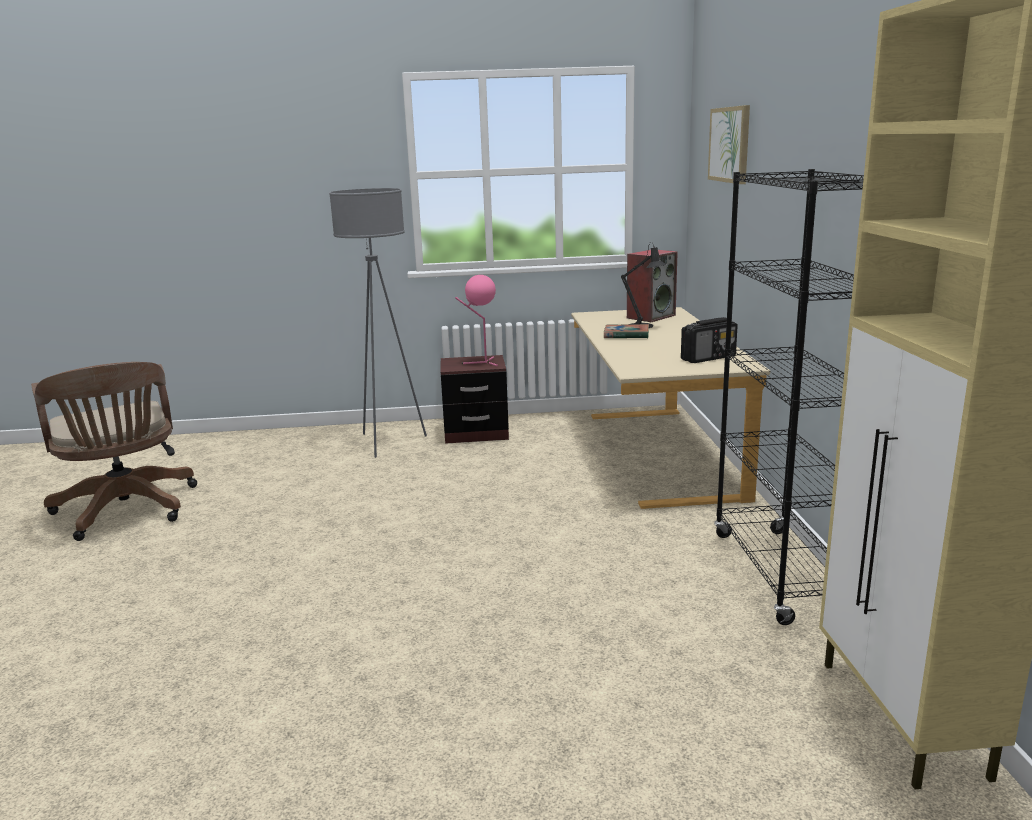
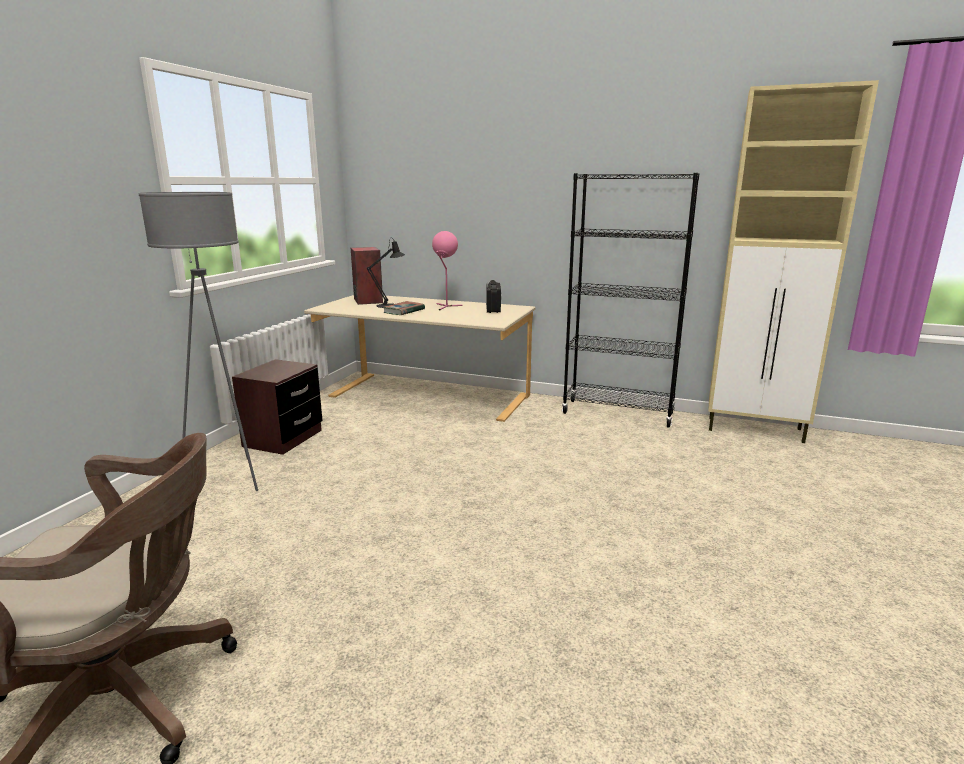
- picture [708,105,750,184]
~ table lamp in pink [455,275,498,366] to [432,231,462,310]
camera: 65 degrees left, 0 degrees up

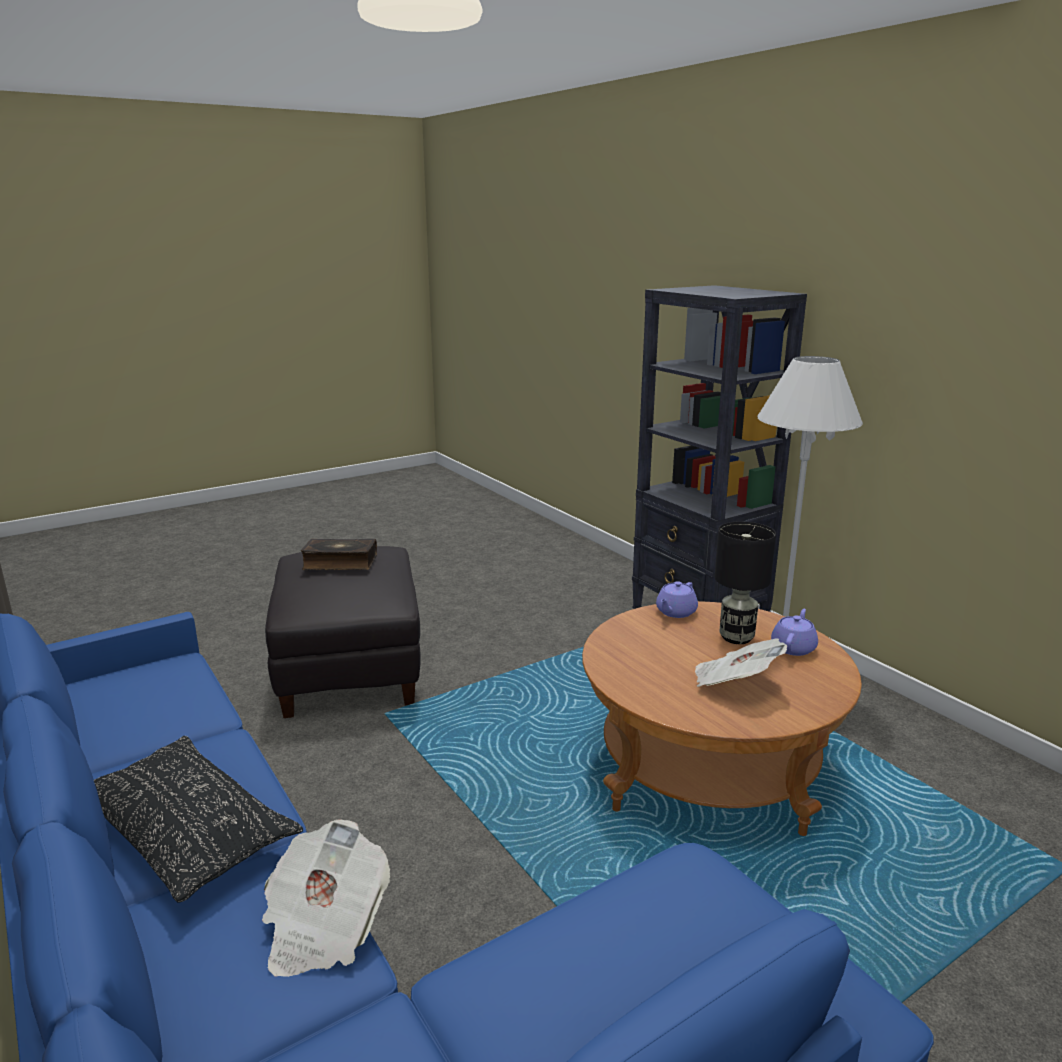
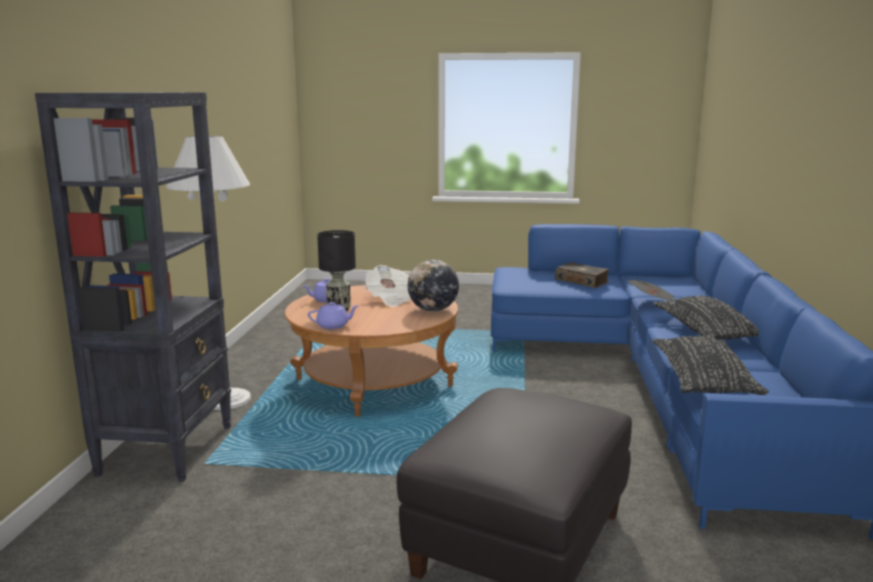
+ globe [408,260,459,312]
+ pillow in black [653,336,769,395]
~ book [301,539,377,570] to [555,262,609,288]
camera: 140 degrees left, 5 degrees down

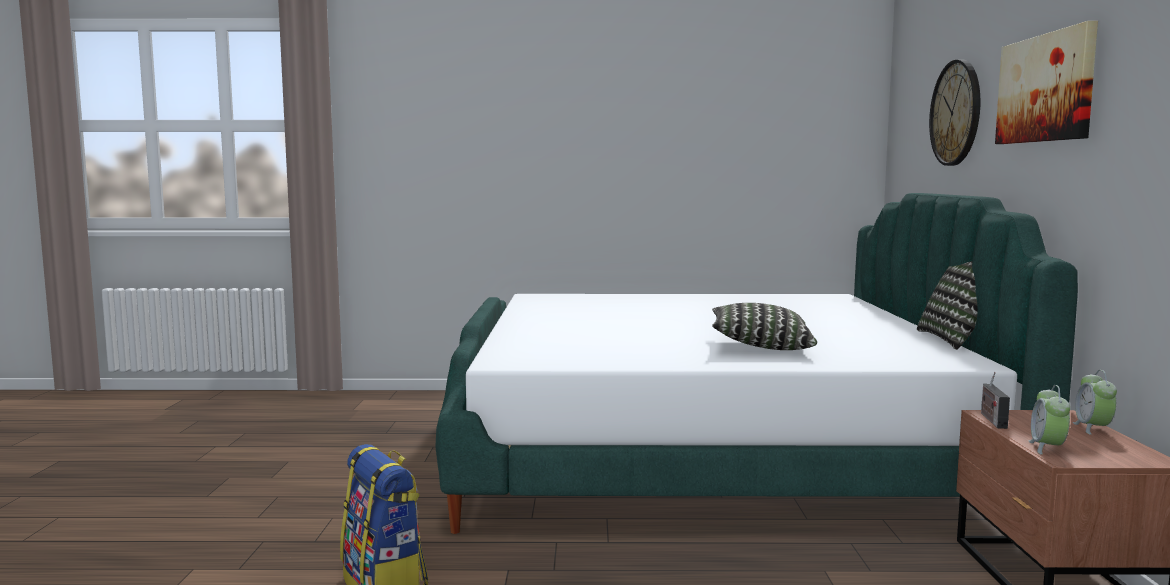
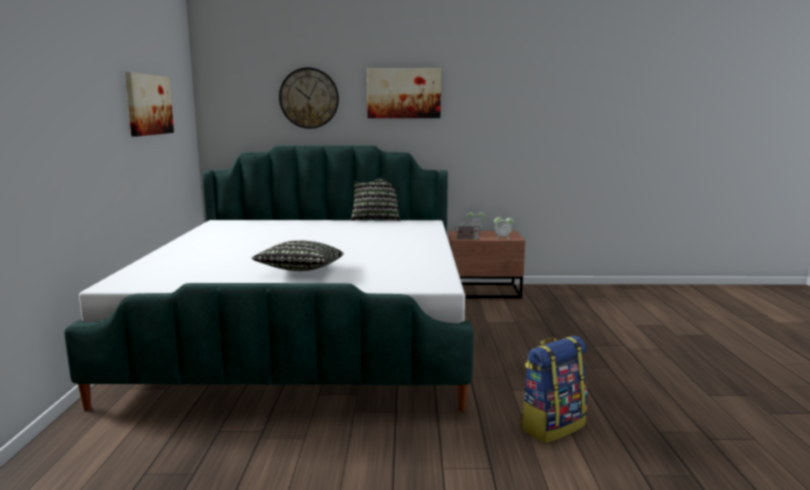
+ picture [125,72,174,137]
~ pillow [712,303,817,350] to [252,240,344,271]
camera: 90 degrees left, 5 degrees up

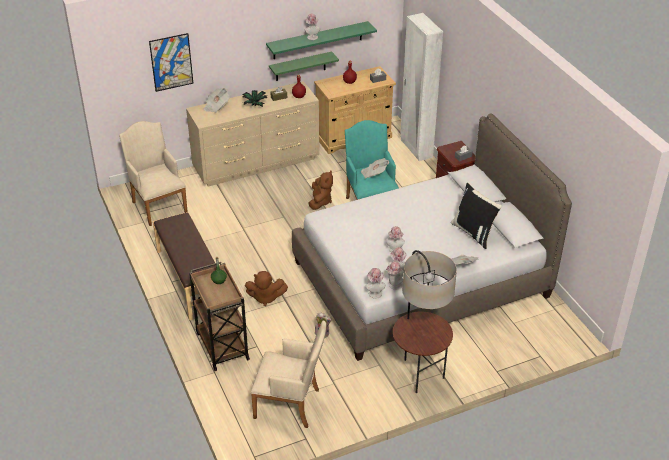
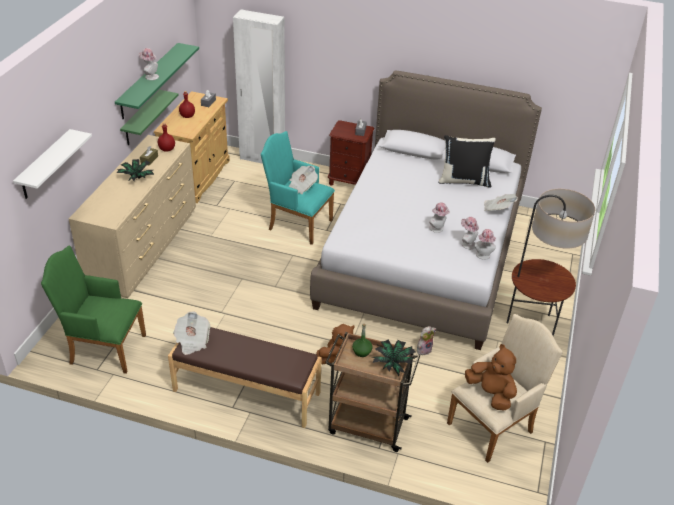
- hat [366,268,385,299]
+ potted plant [370,340,416,376]
~ newspaper [203,88,230,113] to [173,311,210,355]
~ plush toy in brown [308,171,333,210] to [465,344,517,411]
~ picture [149,33,194,92] to shelf in white [13,129,92,199]
~ armchair in beige [119,121,188,226] to armchair in green [41,246,146,374]
camera: 50 degrees left, 0 degrees up

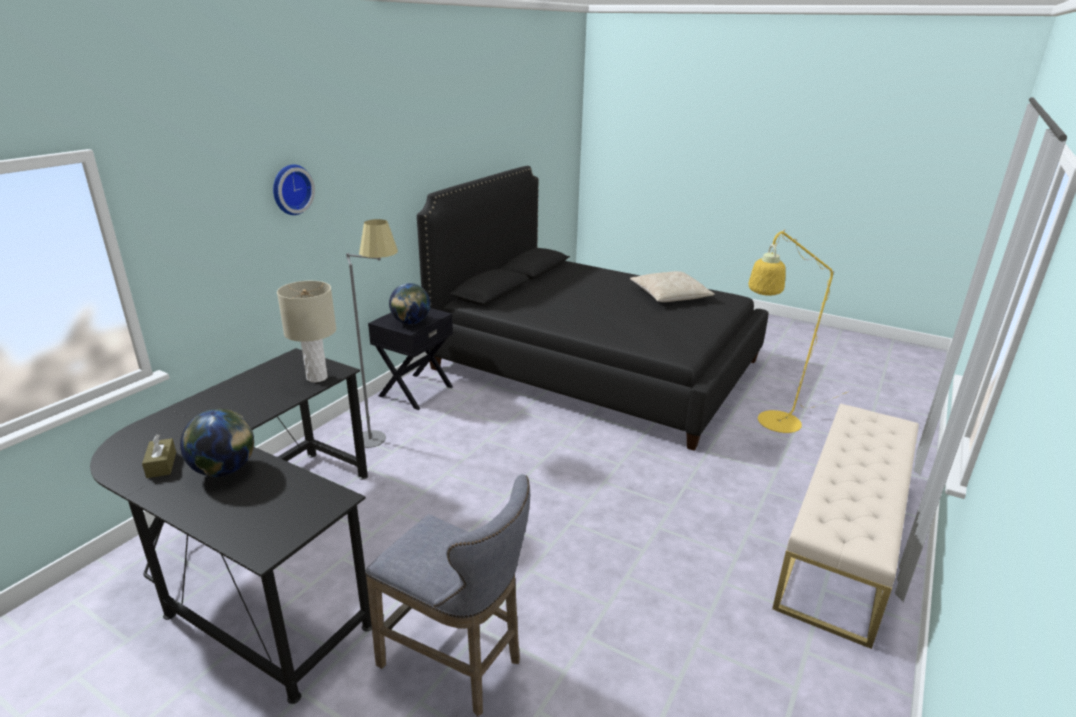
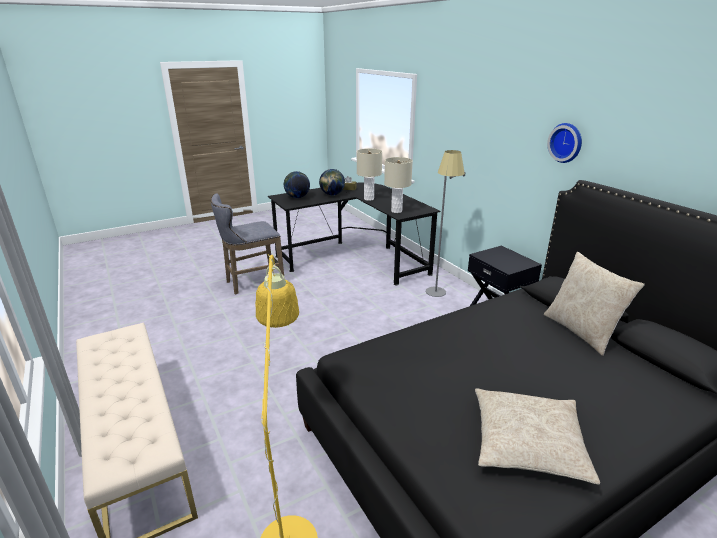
+ table lamp in beige [357,148,382,201]
+ pillow in beige [544,252,645,356]
~ wall clock [273,165,315,215] to [547,123,582,163]
~ globe [389,283,431,325] to [284,171,310,198]
camera: 120 degrees right, 0 degrees up

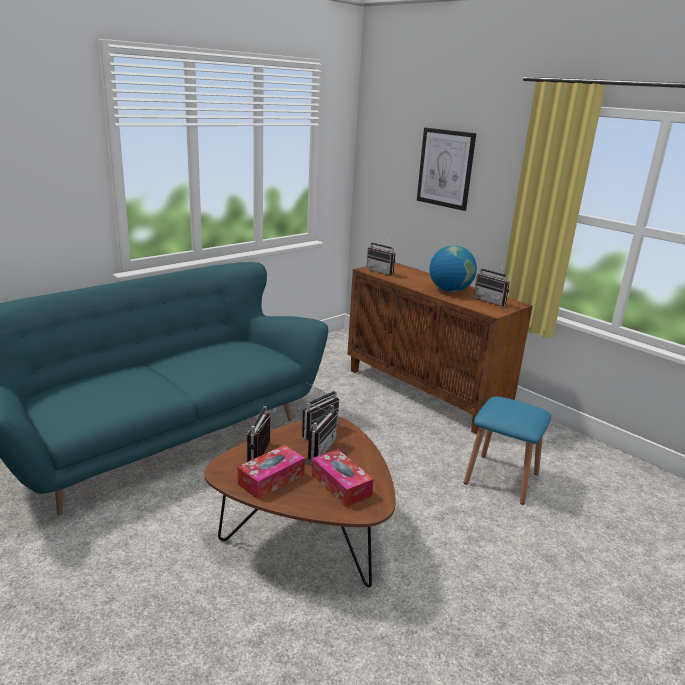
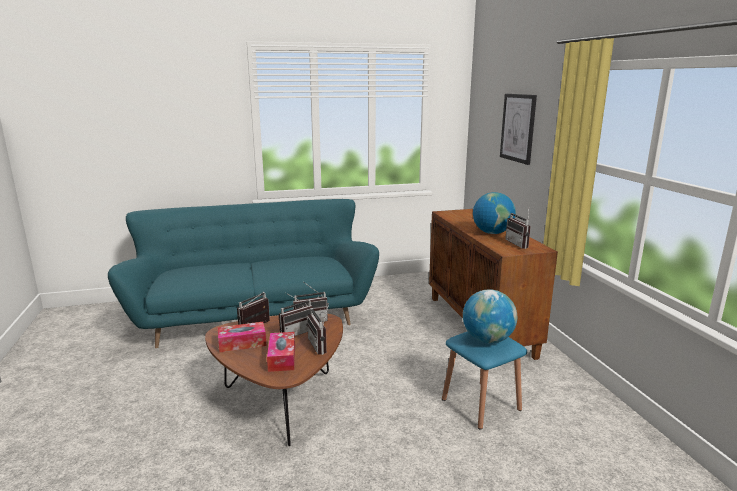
+ globe [463,289,517,343]
~ radio [366,236,396,275] to [307,303,329,355]
camera: 30 degrees right, 5 degrees down

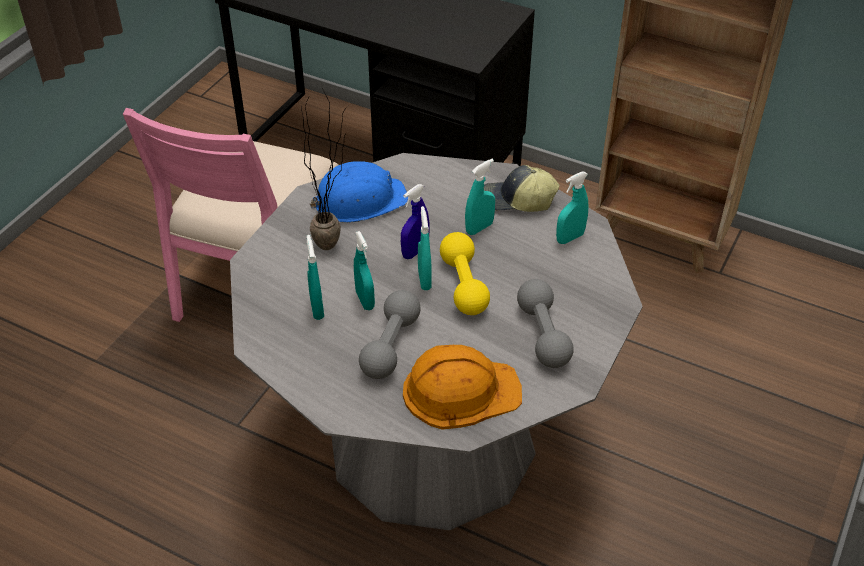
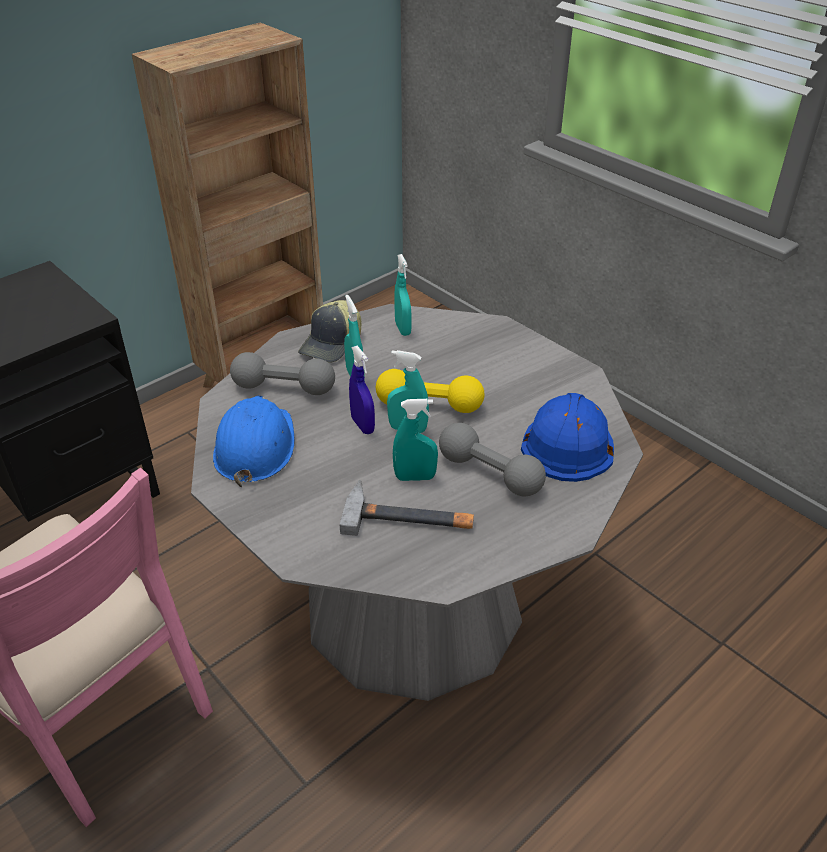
- potted plant [302,88,349,250]
~ dumbbell in grey [517,279,574,368] to [230,352,335,395]
~ spray bottle in turquoise [307,235,324,320] to hammer [339,480,474,536]
~ hard hat in orange [403,345,522,430] to hard hat in blue [521,393,614,482]
camera: 70 degrees left, 5 degrees down

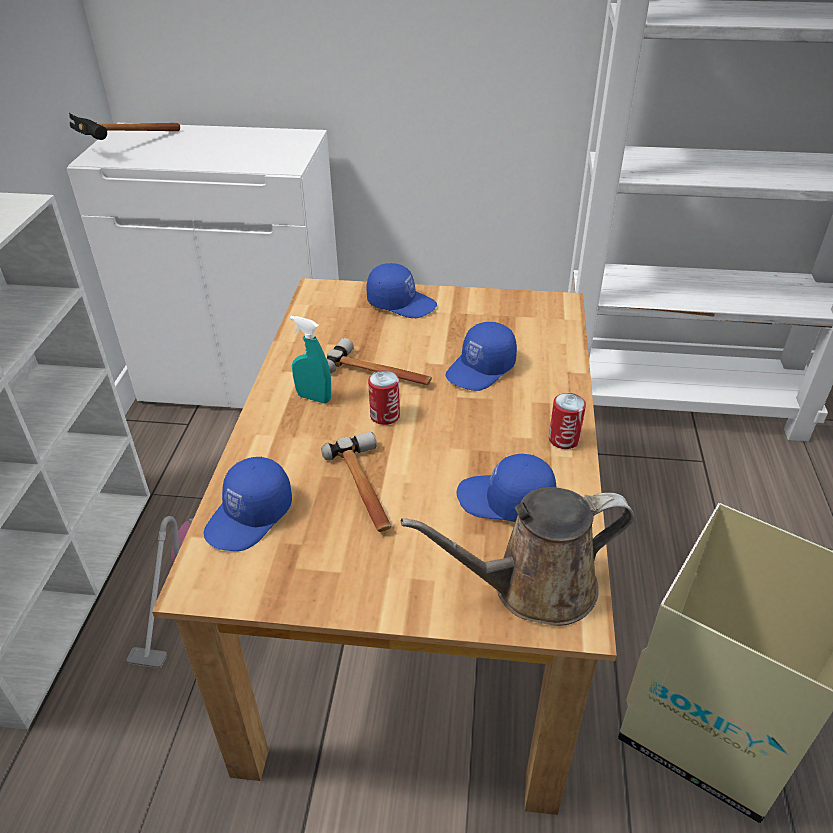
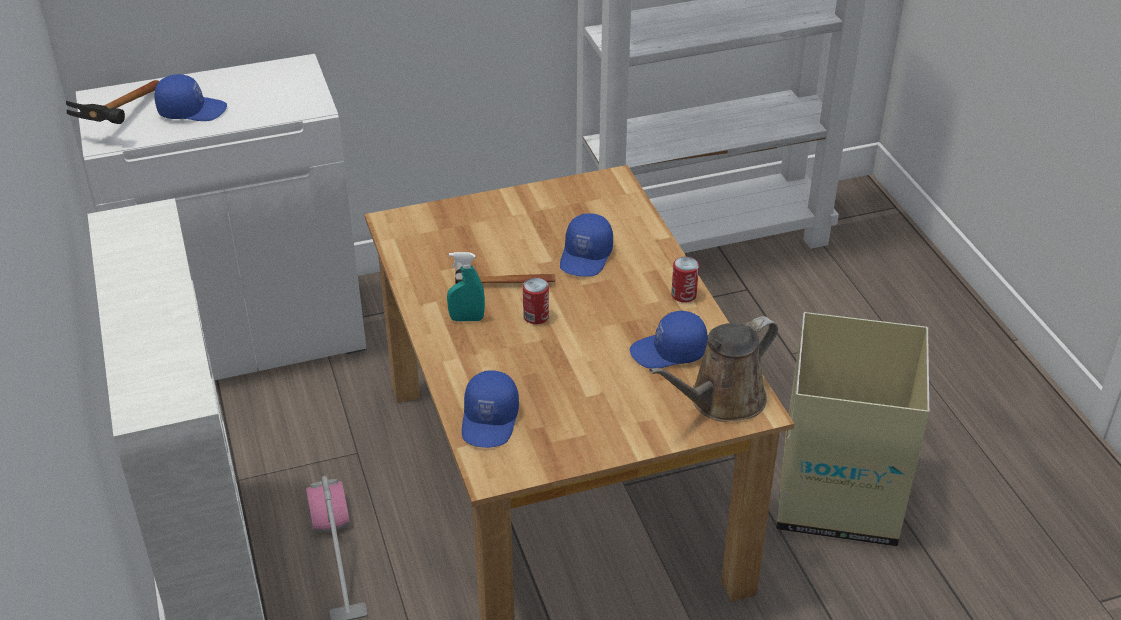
- hammer [321,432,391,532]
~ cap in blue [367,263,437,318] to [154,74,227,121]
camera: 25 degrees left, 0 degrees up

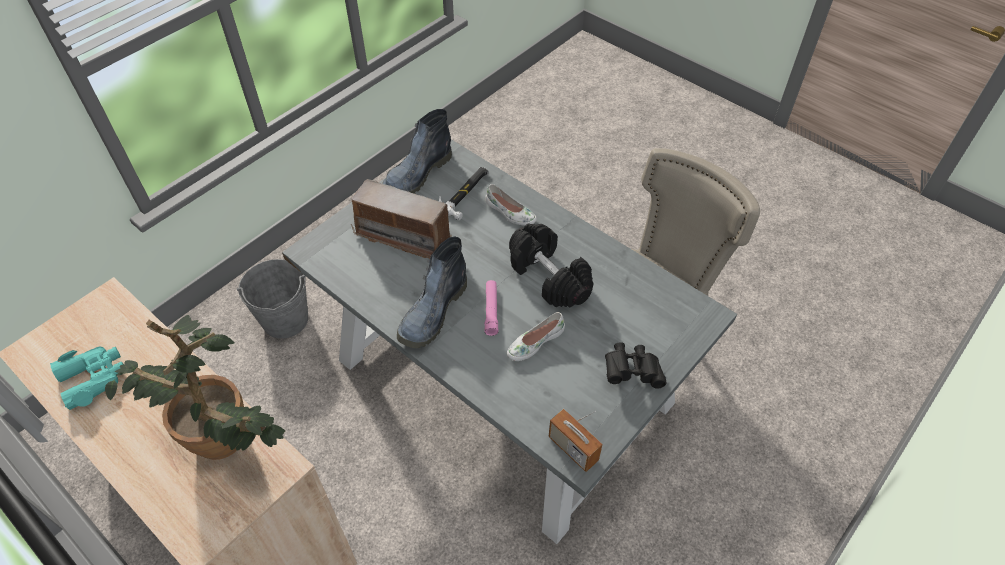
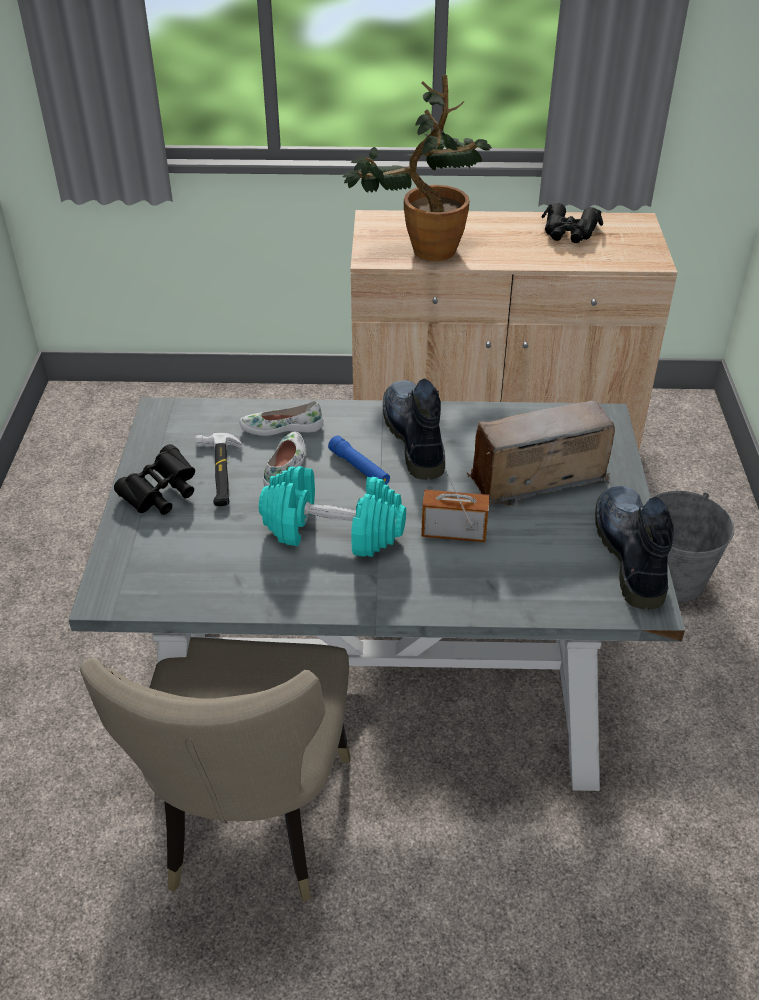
~ hammer [439,167,488,220] to [195,432,242,506]
~ shoe in white [485,184,537,226] to [239,401,324,436]
~ radio [548,409,603,472] to [421,469,490,542]
~ binoculars in turquoise [50,347,123,410] to binoculars in black [541,203,603,243]
~ flashlight in pink [485,280,498,336] to flashlight in blue [328,436,390,485]
~ dumbbell in black [509,223,593,308] to dumbbell in turquoise [259,466,406,557]
camera: 140 degrees right, 10 degrees down

